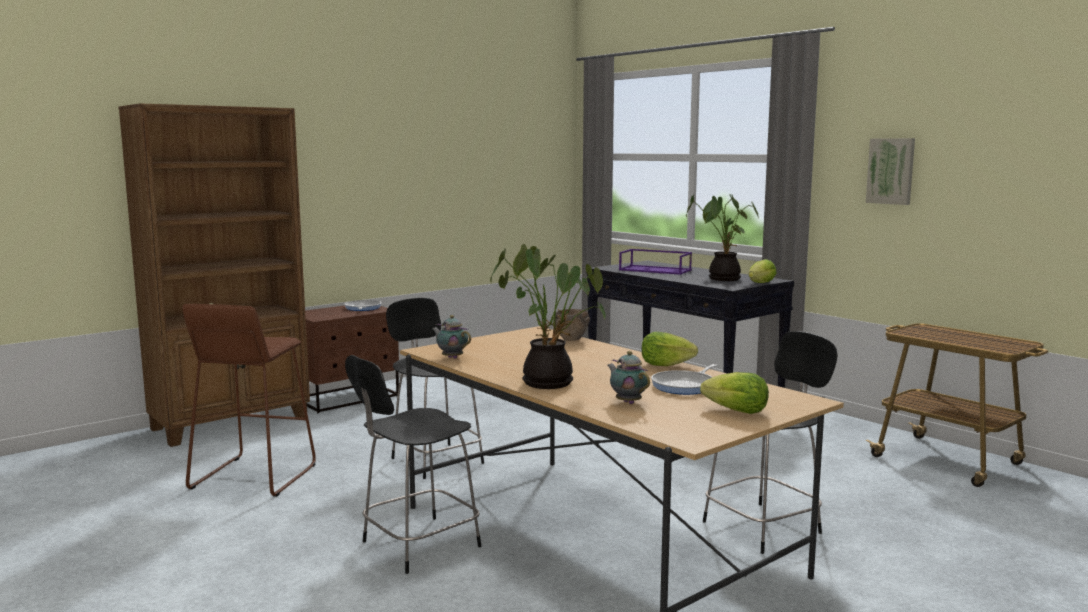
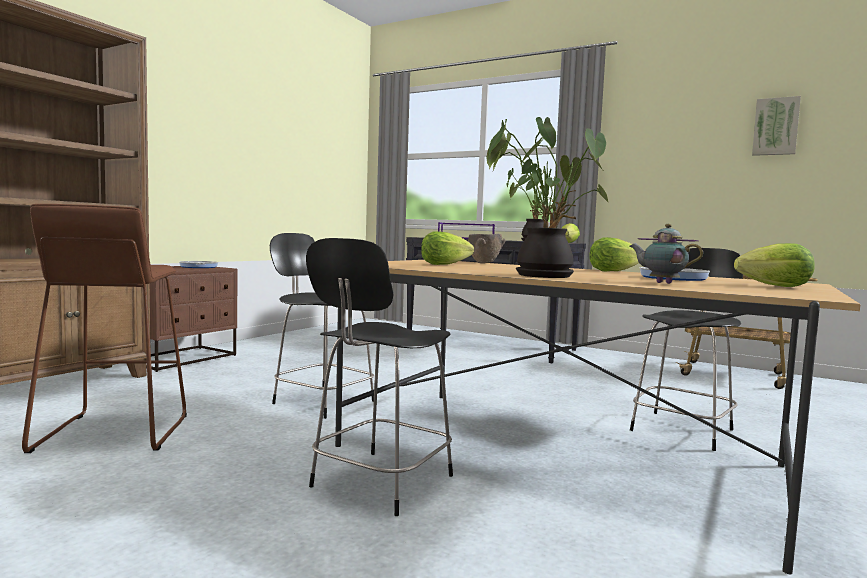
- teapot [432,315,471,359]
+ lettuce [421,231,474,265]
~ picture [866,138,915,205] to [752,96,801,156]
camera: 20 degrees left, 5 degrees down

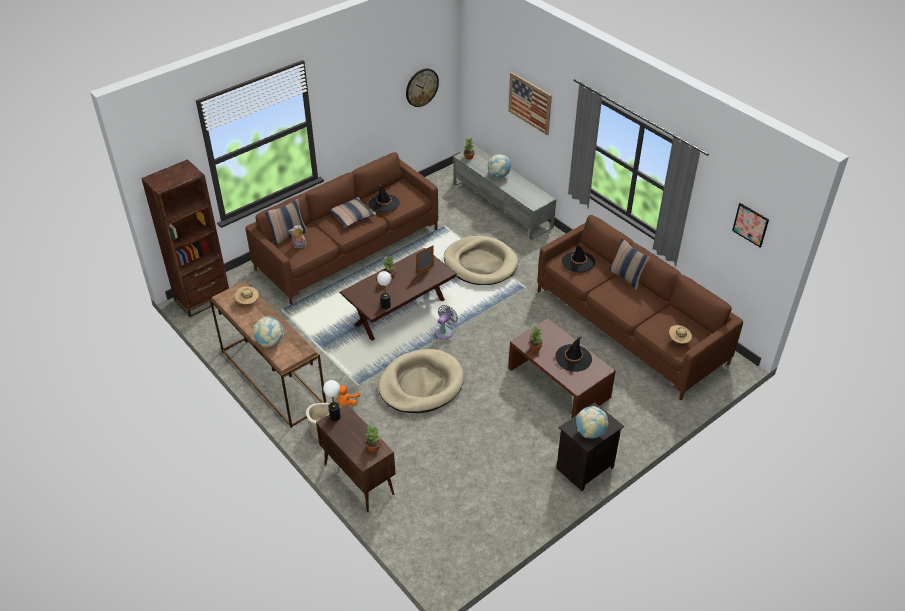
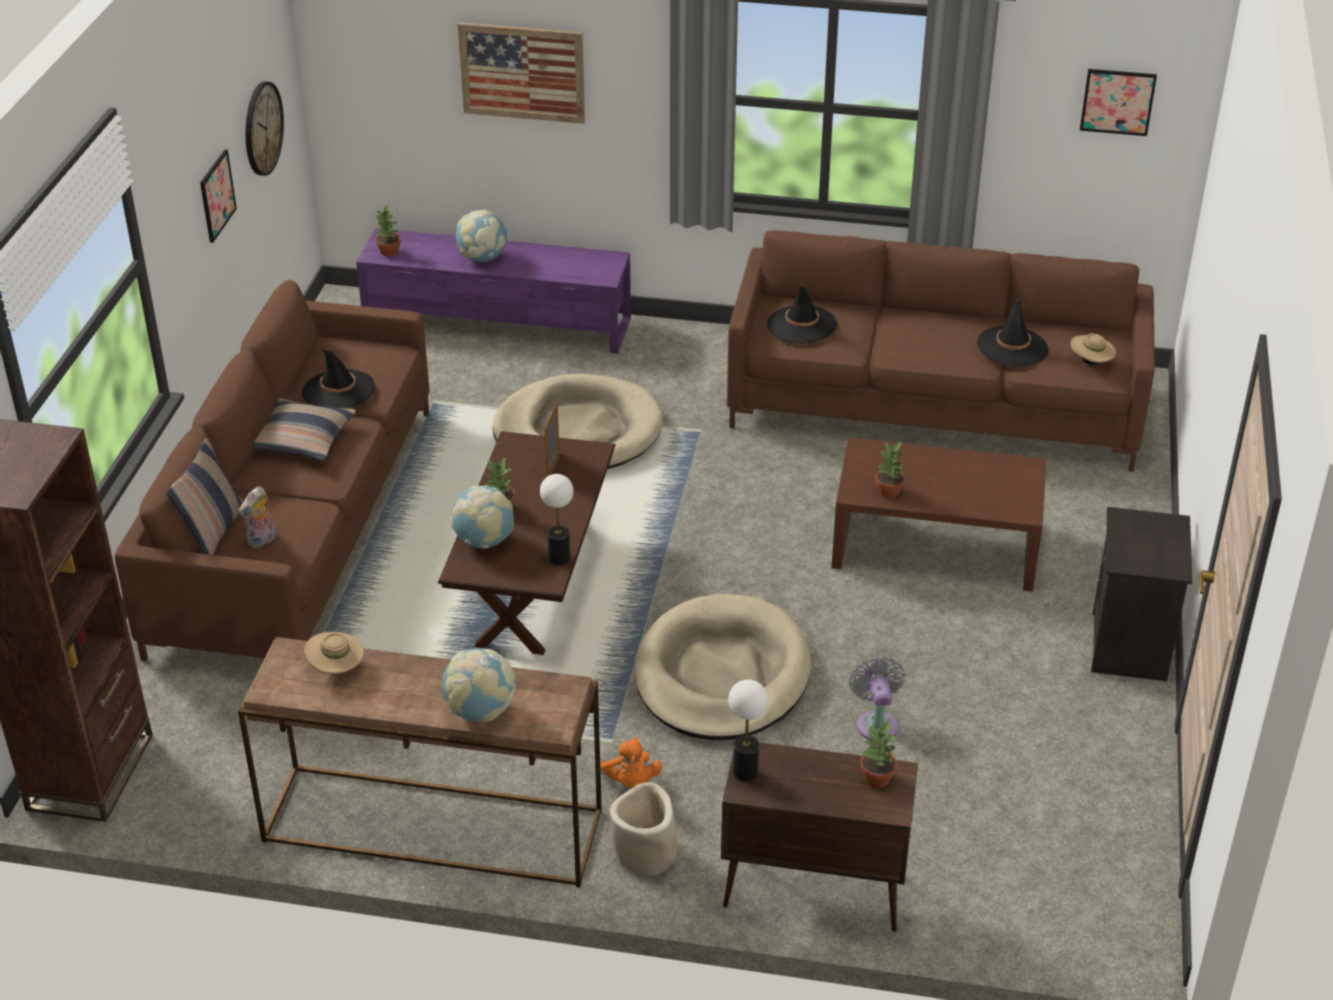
- pillow [609,238,650,290]
+ picture [200,149,237,243]
~ fan in grey [435,305,458,339] to [849,656,905,741]
~ hat in black [555,337,592,372] to [977,295,1049,366]
~ globe [576,406,608,438] to [450,485,514,549]
~ tv stand in grey [453,146,556,240] to tv stand in purple [356,228,631,354]
camera: 40 degrees left, 5 degrees down

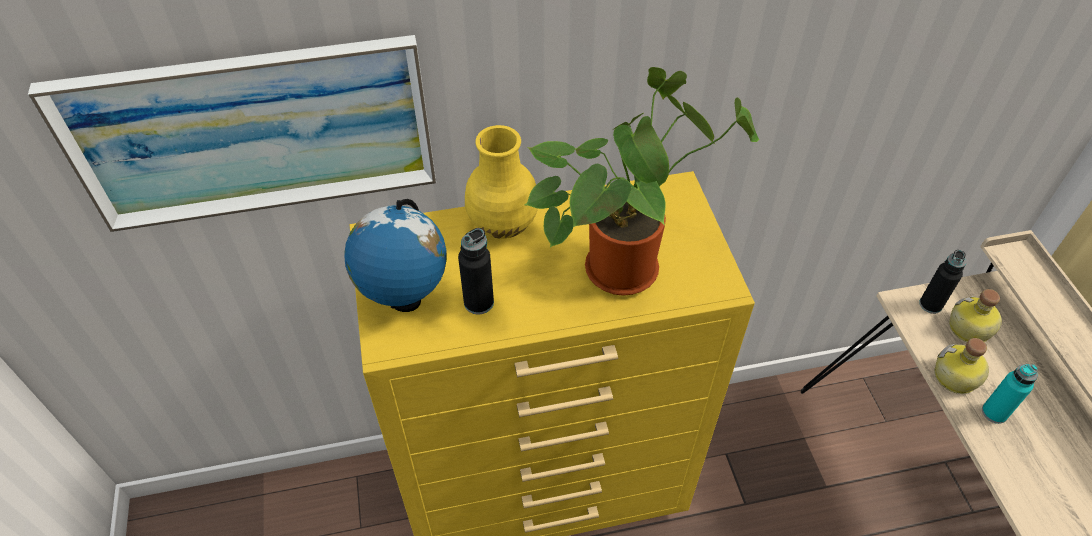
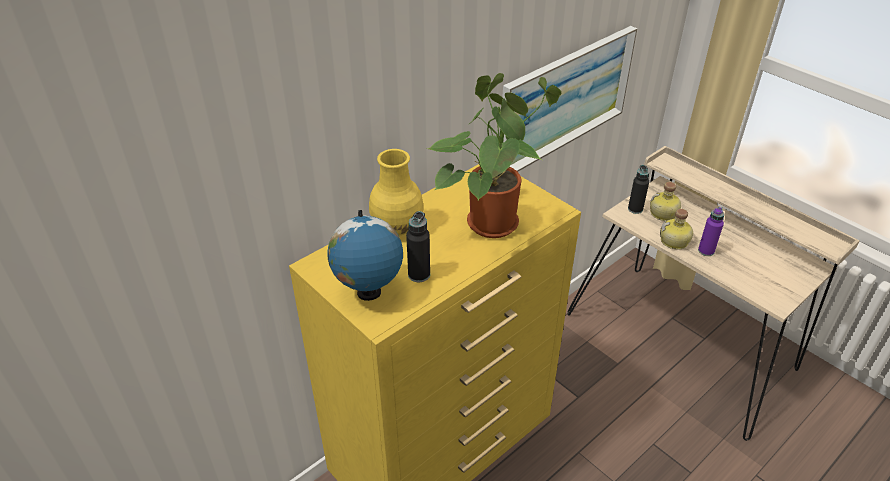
~ picture [28,35,436,232] to [502,26,637,172]
~ bottle in turquoise [982,364,1038,424] to bottle in purple [698,207,724,256]
camera: 30 degrees left, 10 degrees down

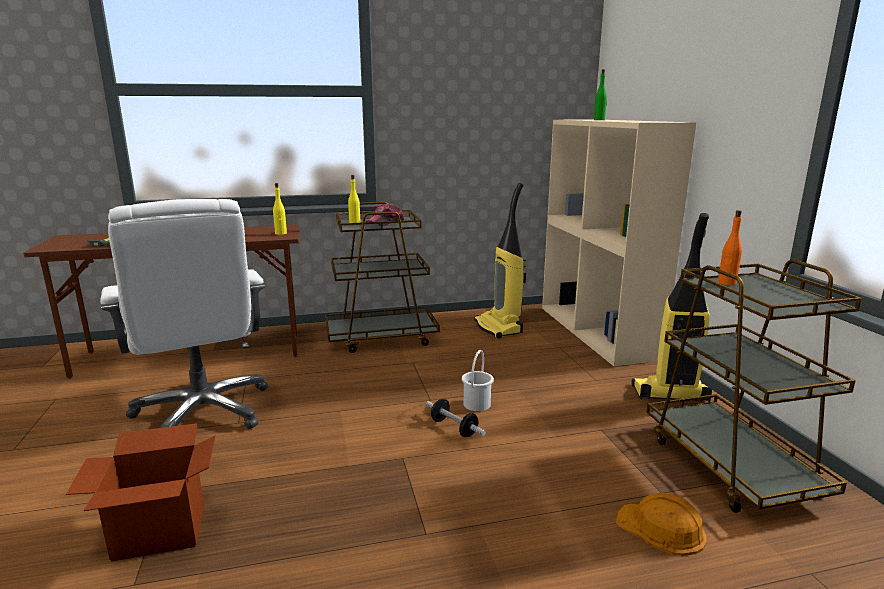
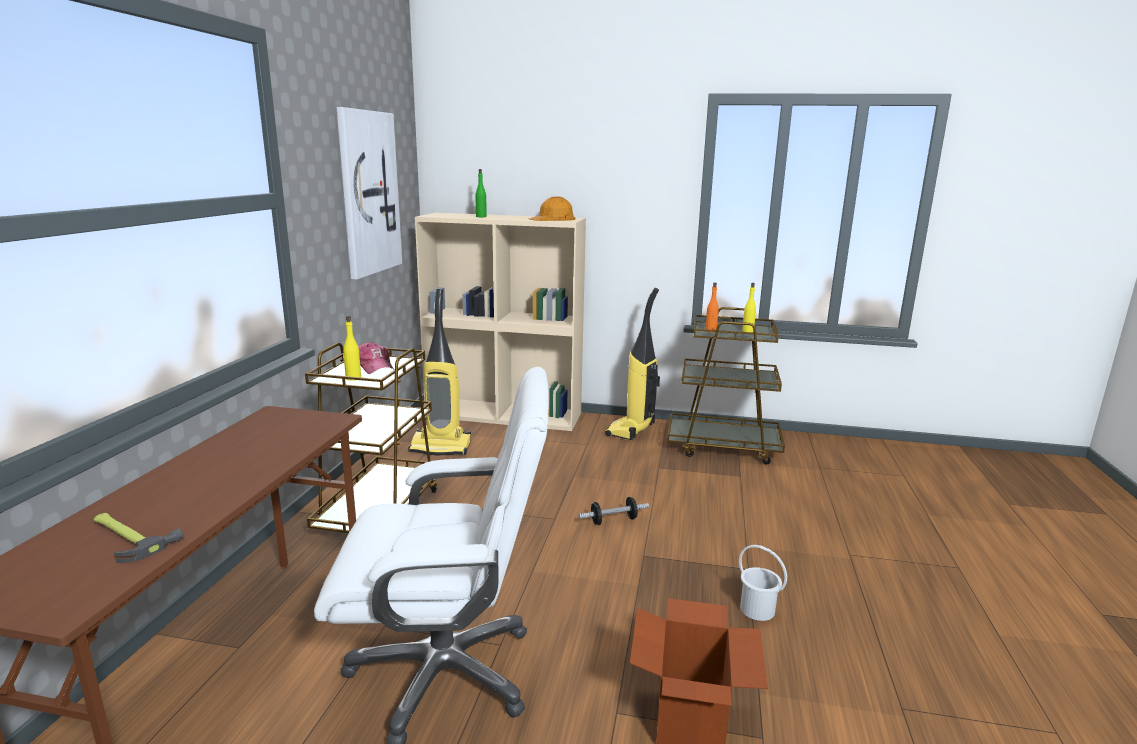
+ picture [336,107,402,280]
~ bottle in yellow [273,183,287,235] to [742,283,756,332]
~ bucket in white [462,350,494,411] to [739,545,787,621]
~ hard hat in orange [616,493,706,556] to [529,197,576,221]
camera: 65 degrees left, 0 degrees up

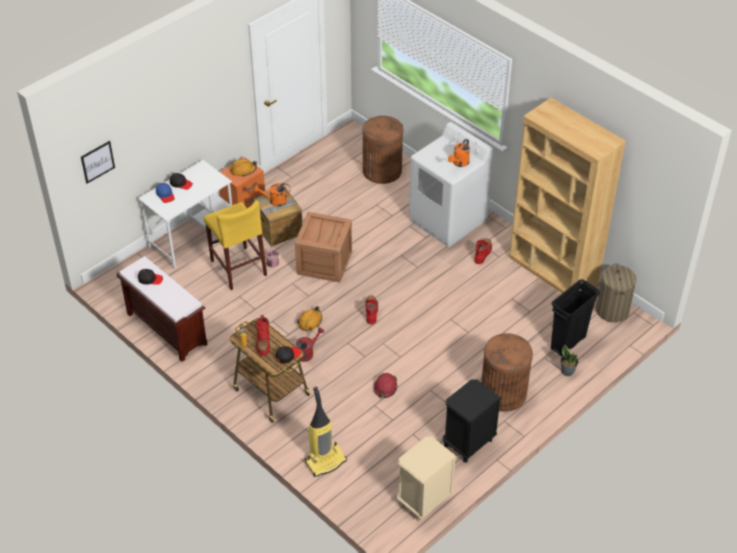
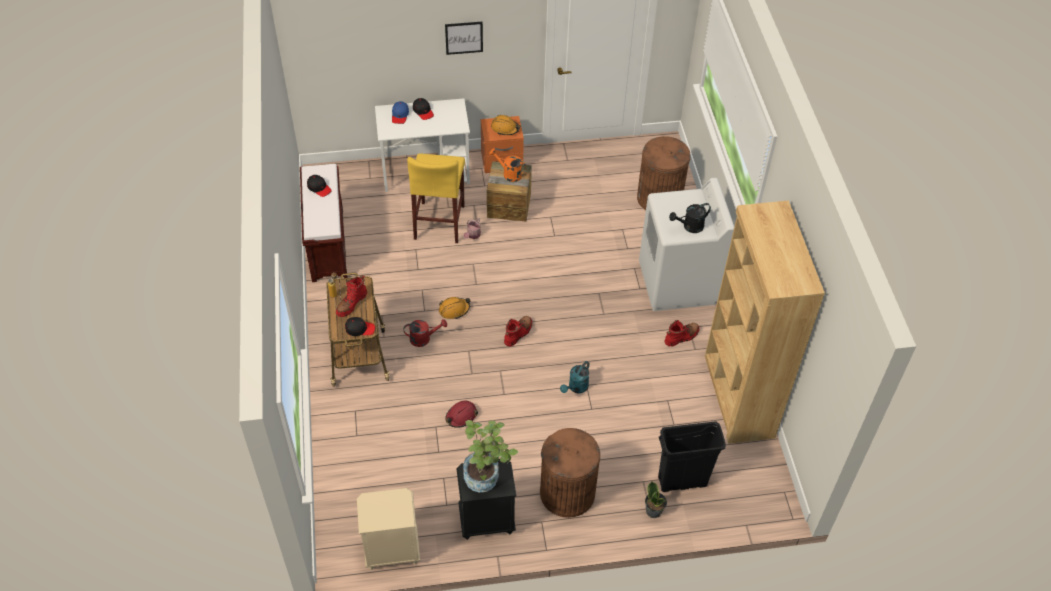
- crate [295,212,352,282]
- vacuum cleaner [305,387,347,477]
- laundry basket [596,264,637,323]
+ potted plant [463,420,518,492]
+ watering can in turquoise [560,361,590,393]
~ picture [81,141,115,183] to [445,22,483,55]
~ watering can in orange [448,139,470,167] to watering can in black [669,203,711,233]
camera: 35 degrees right, 5 degrees up

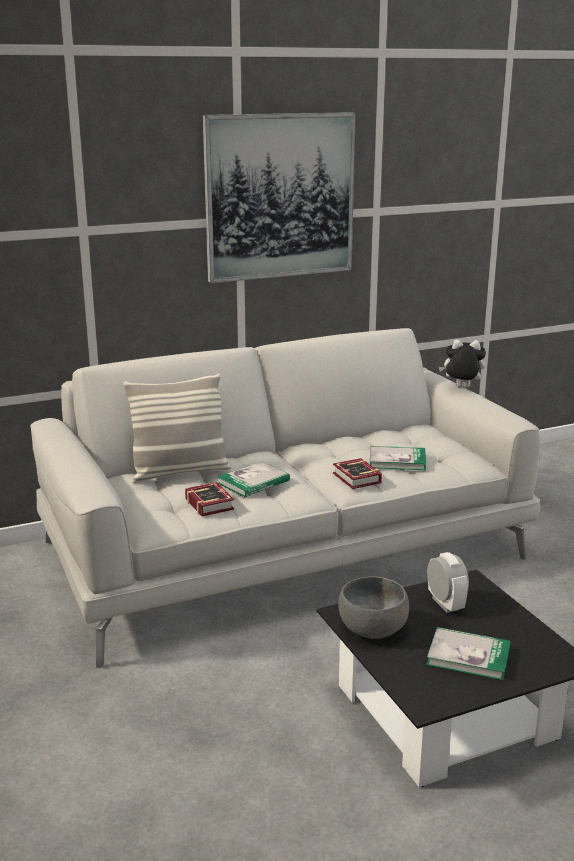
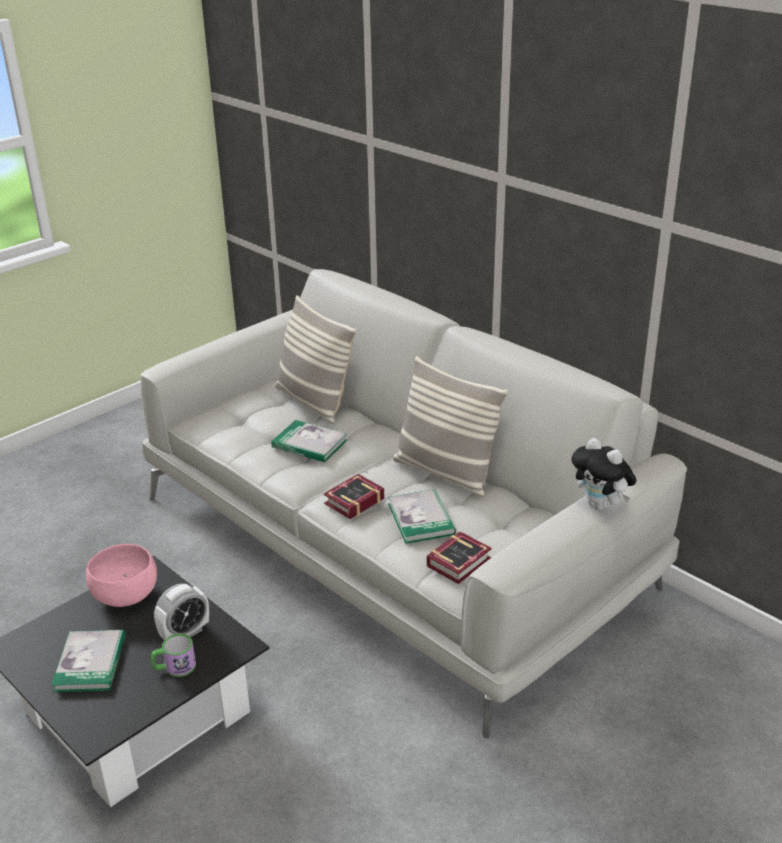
- picture [203,112,356,283]
+ mug [151,634,196,677]
+ pillow [392,356,508,497]
~ book [185,482,234,516] to [427,532,492,584]
~ bowl in grey [338,576,409,639] to bowl in pink [86,544,157,607]
~ plush toy [439,340,486,388] = [571,438,637,510] 150 degrees clockwise
camera: 70 degrees right, 10 degrees up

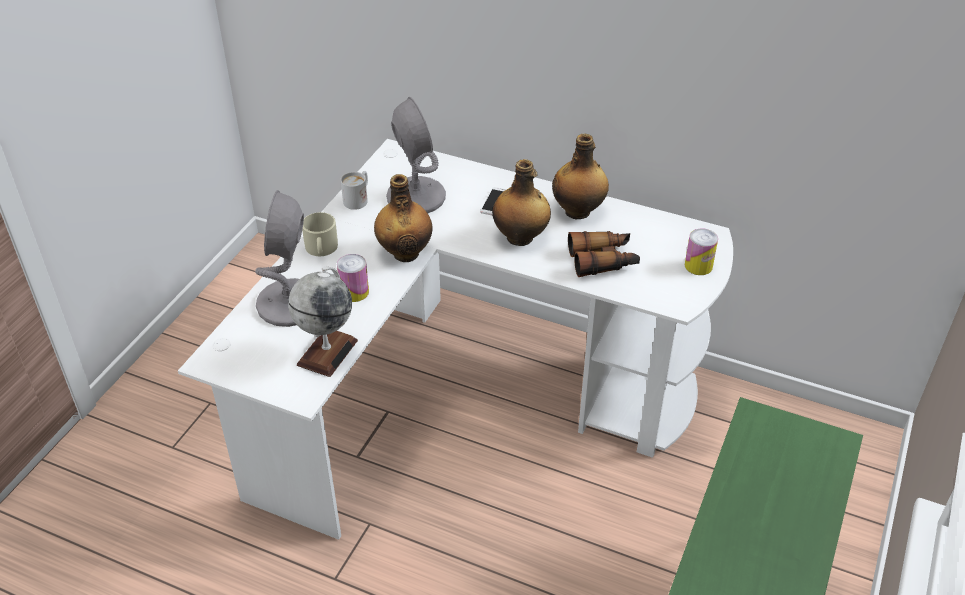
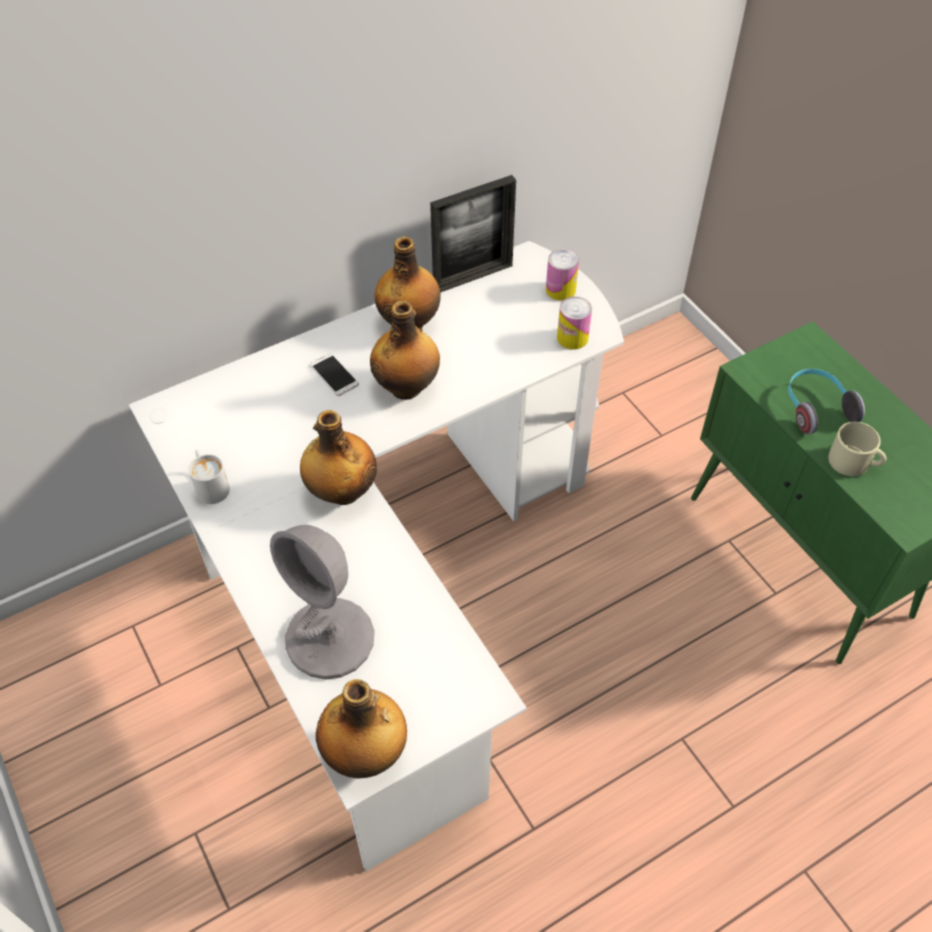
- globe [288,266,358,377]
- table lamp in grey [386,97,446,213]
- binoculars [568,231,640,277]
+ bottle [315,679,407,779]
+ picture frame [430,175,516,293]
+ headphones [788,369,865,435]
~ mug in beige [302,212,338,256] to [828,422,886,476]
~ can [337,254,369,302] to [557,296,592,350]
camera: 55 degrees left, 10 degrees up

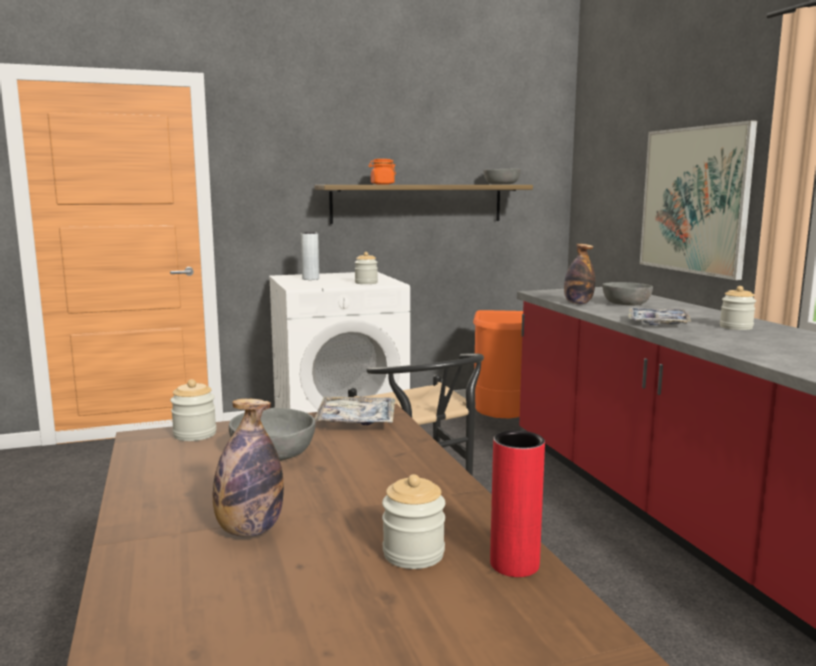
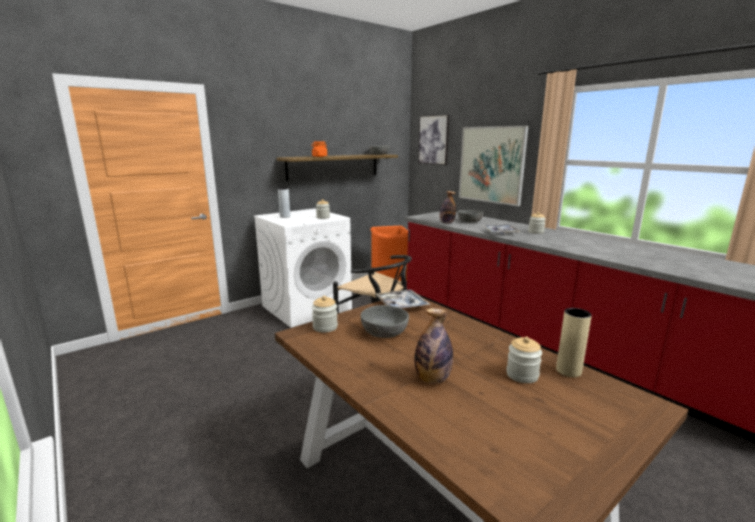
+ picture [418,114,449,165]
~ vase in red [490,430,545,577] to vase in beige [556,308,592,377]
camera: 20 degrees left, 5 degrees up

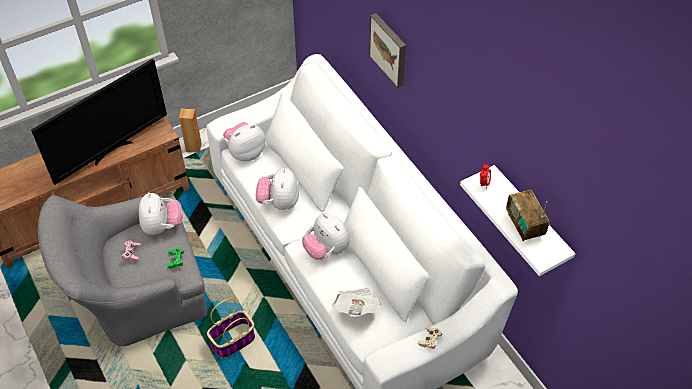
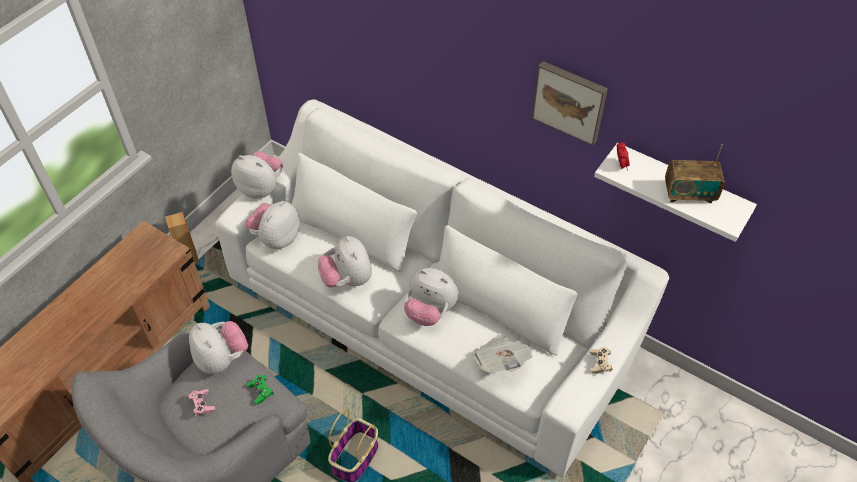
- television [31,59,167,185]
+ plush toy [231,151,283,198]
~ picture [369,13,406,88] to [532,61,608,146]
~ radio [506,190,549,241] = [665,144,725,203] 45 degrees counterclockwise
camera: 25 degrees left, 0 degrees up

